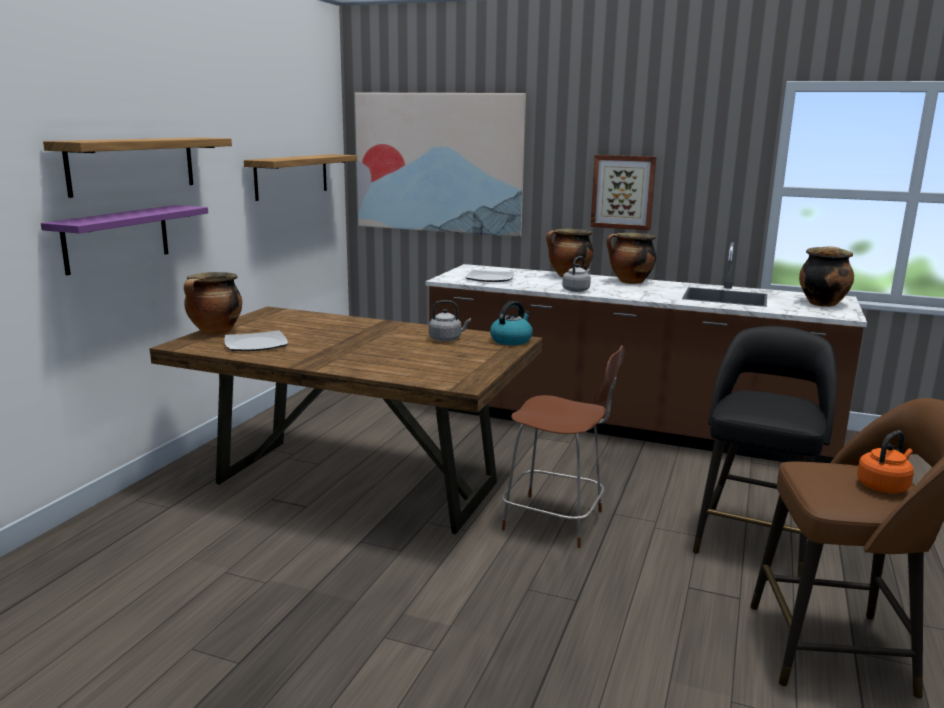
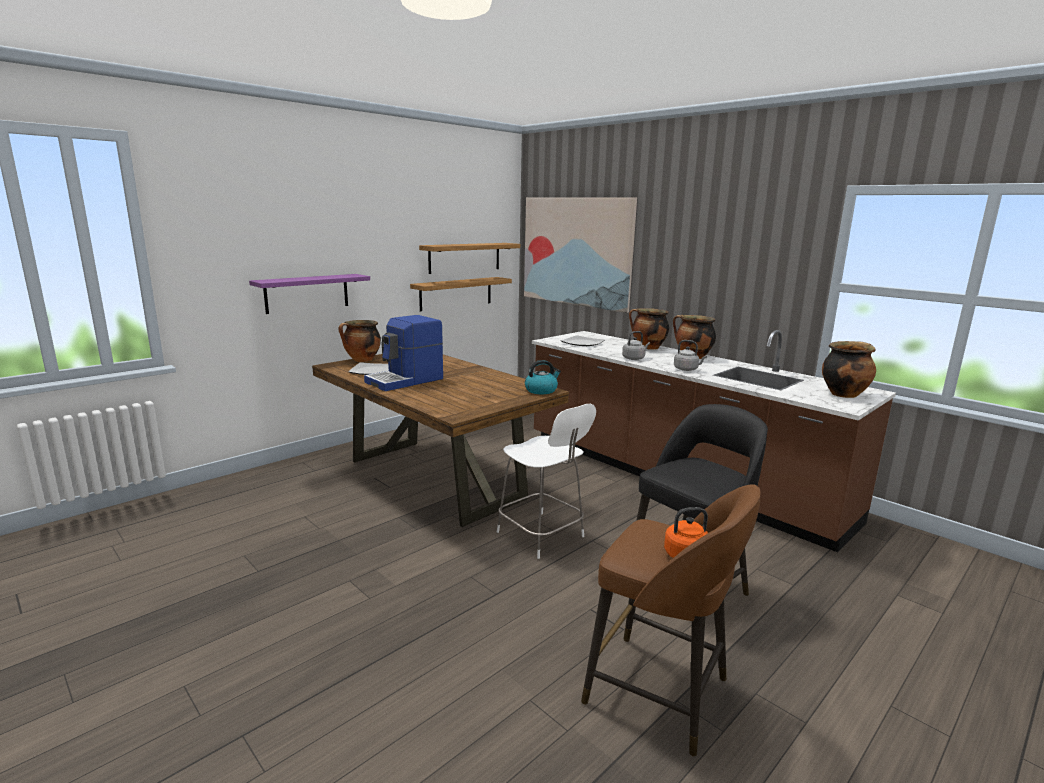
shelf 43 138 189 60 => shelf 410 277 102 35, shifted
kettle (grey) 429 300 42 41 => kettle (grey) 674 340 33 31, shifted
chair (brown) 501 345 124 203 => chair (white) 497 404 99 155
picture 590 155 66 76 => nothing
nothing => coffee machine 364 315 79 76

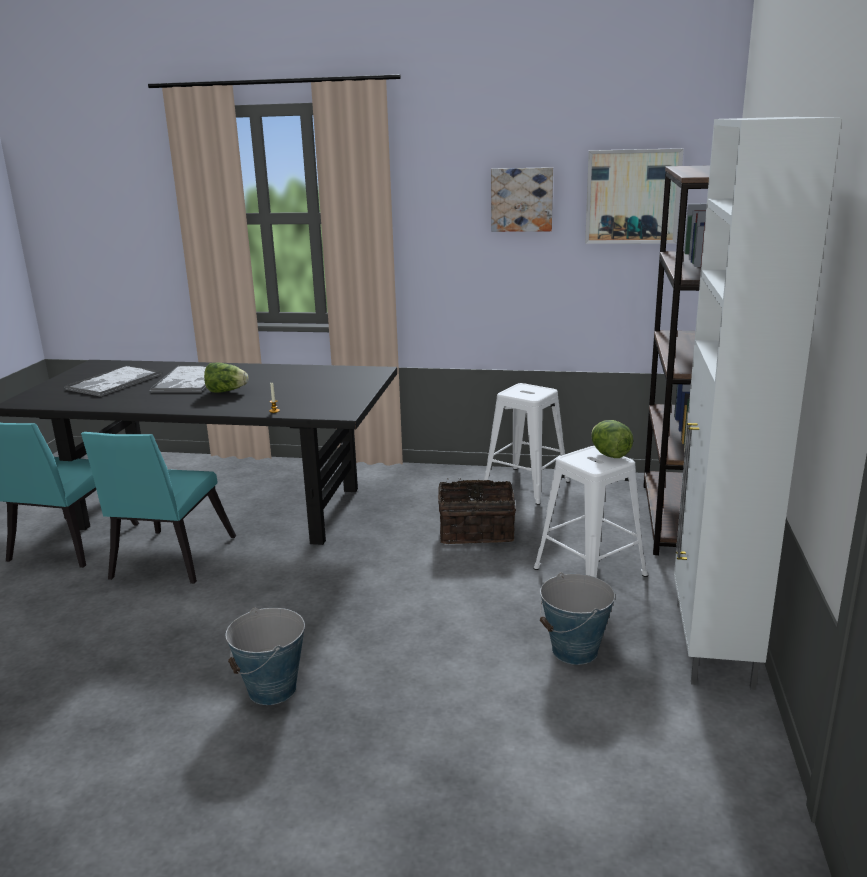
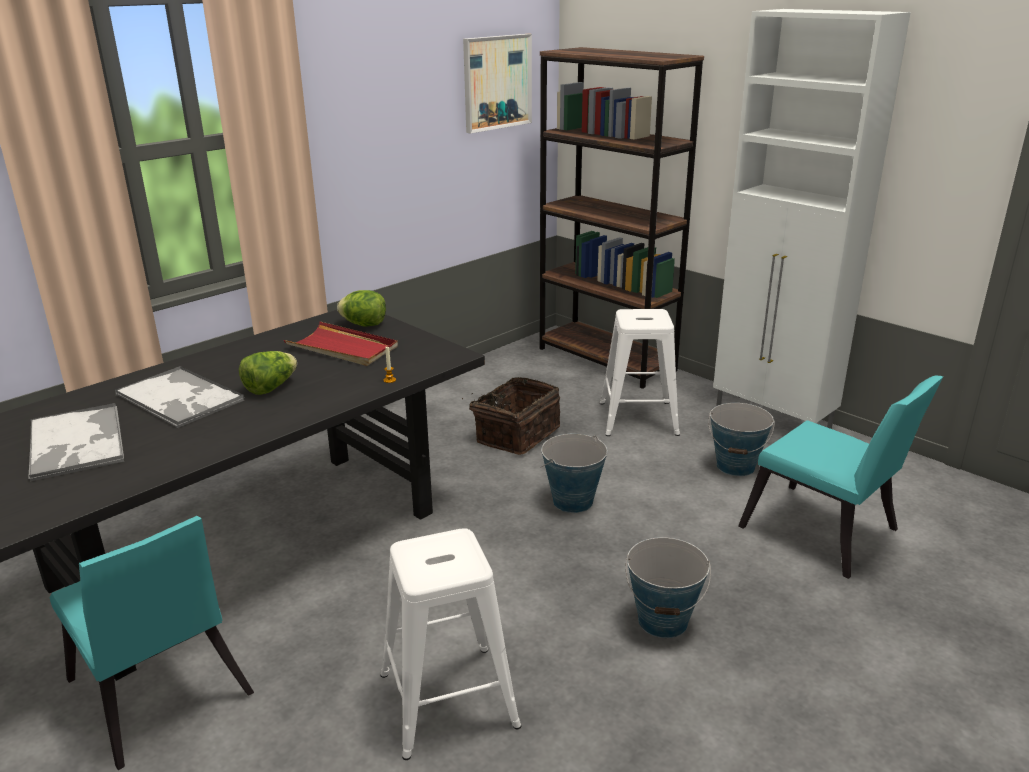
chair (turquoise) 81 432 155 152 => chair (turquoise) 738 375 205 204, shifted
stool (white) 481 383 89 122 => stool (white) 381 528 140 232, shifted
picture 491 167 62 65 => nothing
lettuce 592 420 41 38 => lettuce 337 290 49 36, shifted
nothing => tray (red) 284 322 114 44
nothing => bucket 540 434 67 79

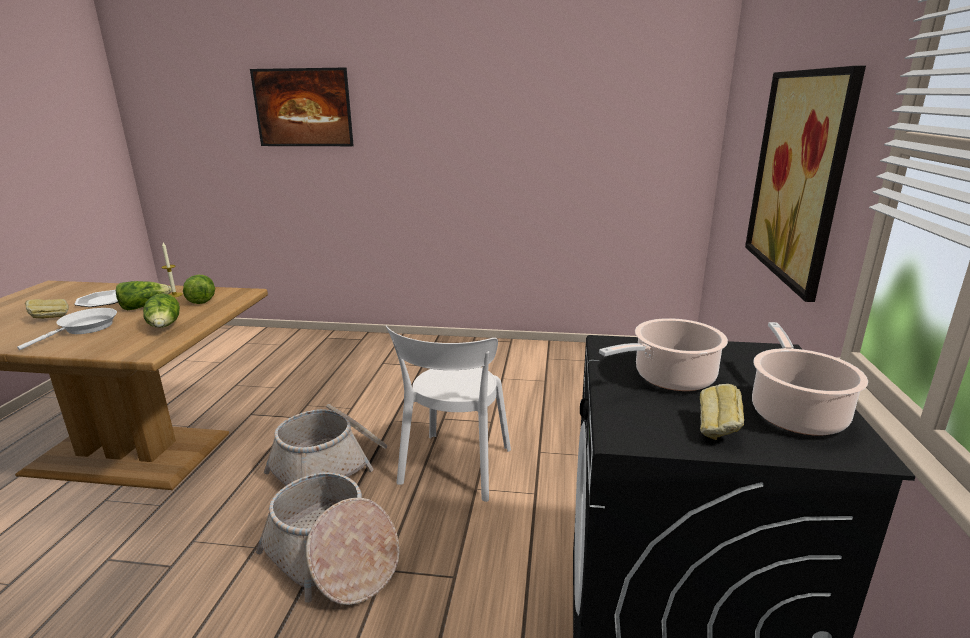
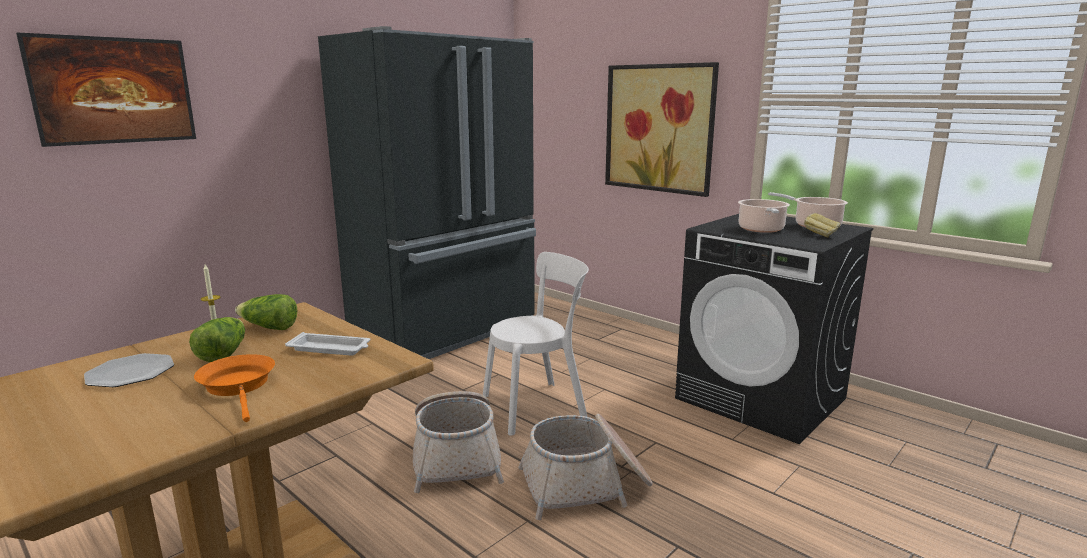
frying pan (white) 17 308 100 42 => frying pan (orange) 194 354 81 68
bread 25 299 44 20 => nothing
lettuce 143 294 37 34 => tray (white) 285 332 85 24
chair (white) 386 325 125 177 => chair (white) 483 252 106 184, 75 degrees counterclockwise
nothing => fridge (black) 318 26 218 333

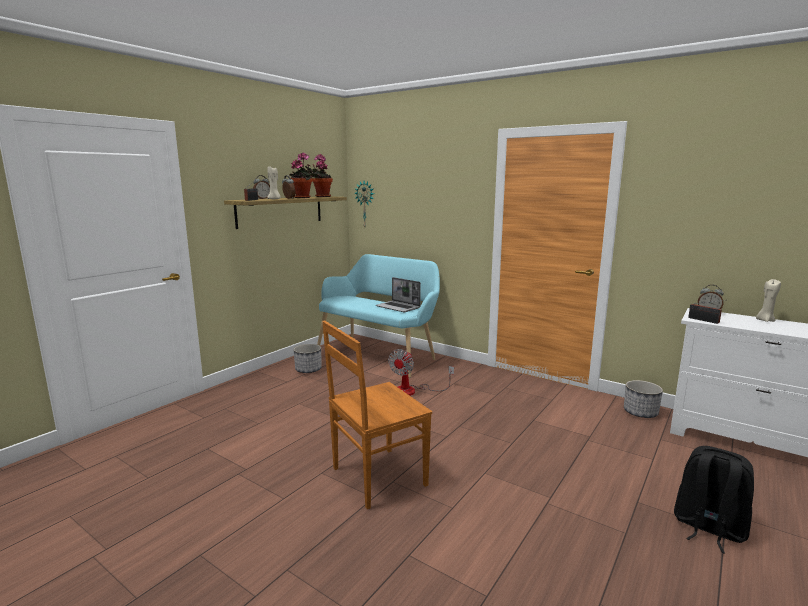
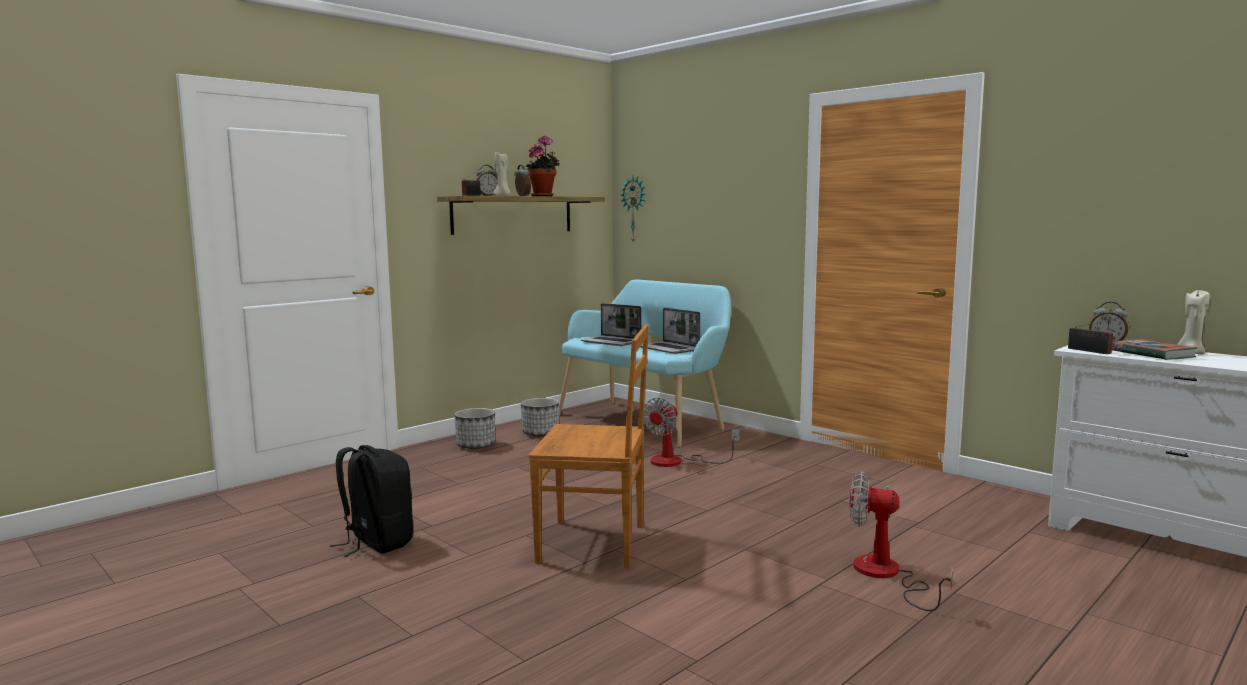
potted plant 311 154 22 43 => nothing
chair (brown) 322 320 110 189 => chair (brown) 528 324 121 245, 150 degrees counterclockwise
planter 624 380 39 38 => planter 454 408 41 41, shifted
backpack (black) 674 446 80 108 => backpack (black) 330 445 83 112, shifted
nothing => laptop 581 303 60 43
nothing => fan 850 472 103 139
nothing => book 1112 339 86 21

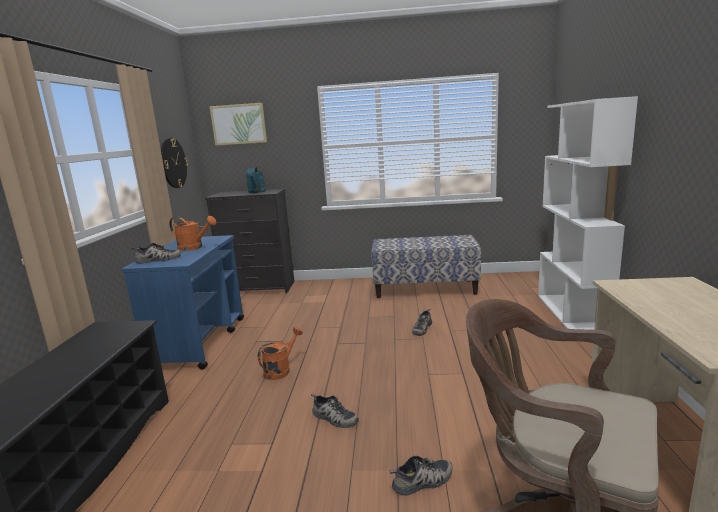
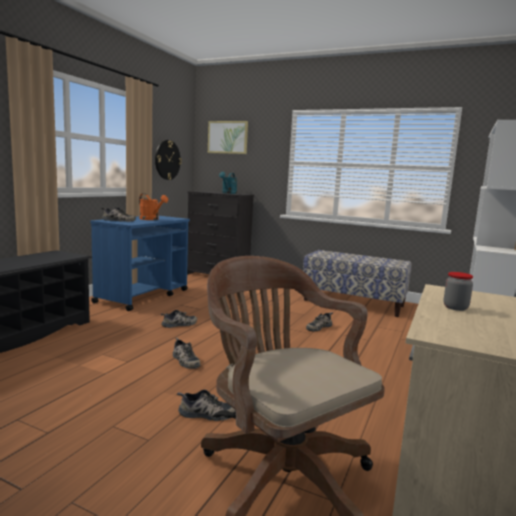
watering can (orange) 258 327 45 53 => shoe 161 310 36 18
nothing => jar 444 272 29 39

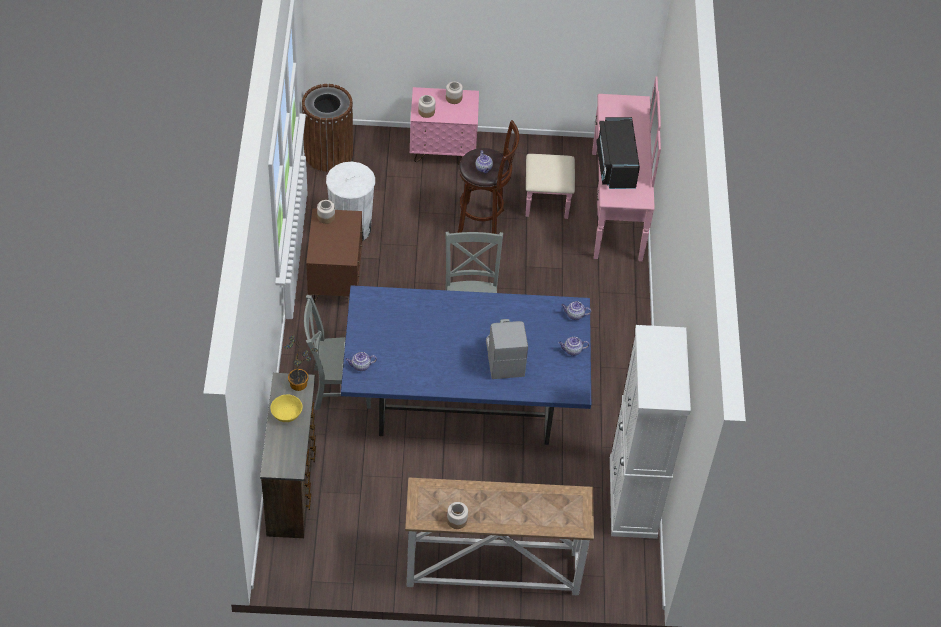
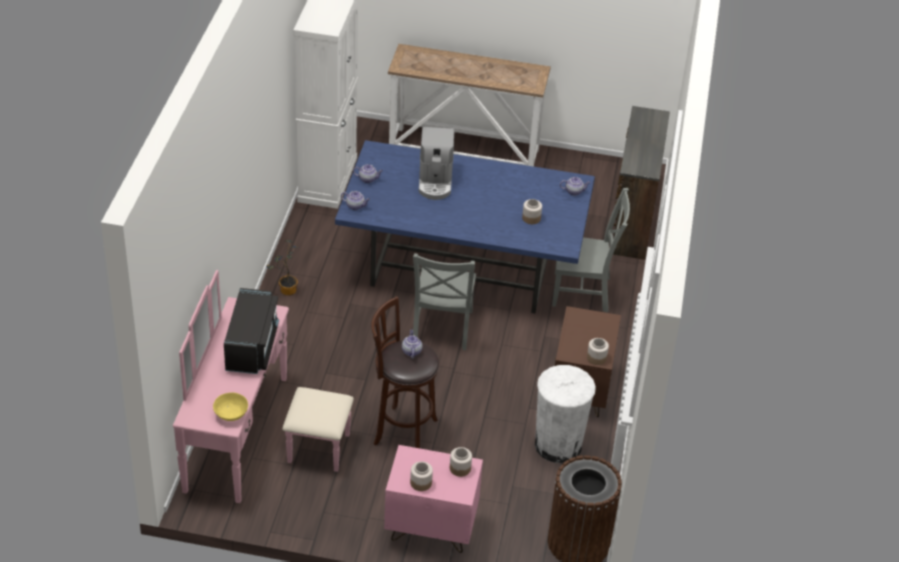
bowl (yellow) 270 395 33 27 => bowl (yellow) 213 392 35 29, shifted
potted plant 284 335 34 56 => potted plant 266 240 32 55, shifted
jar 447 502 21 27 => jar 522 199 20 25, shifted

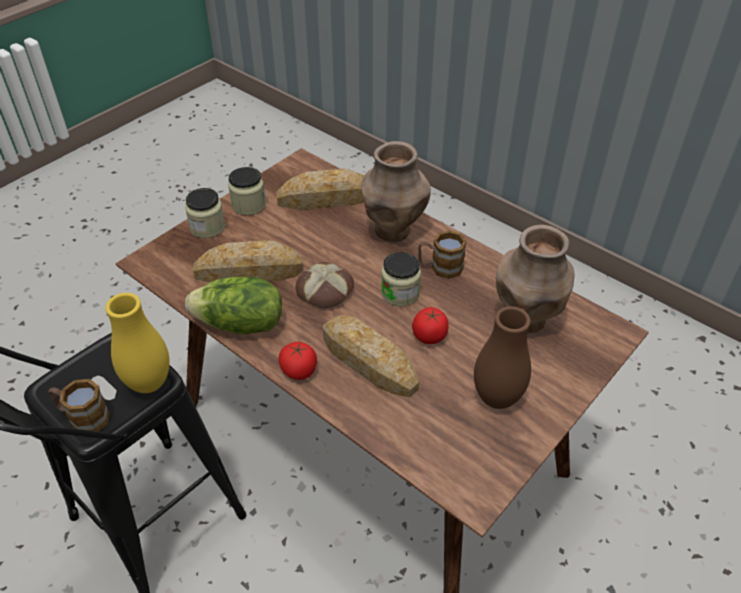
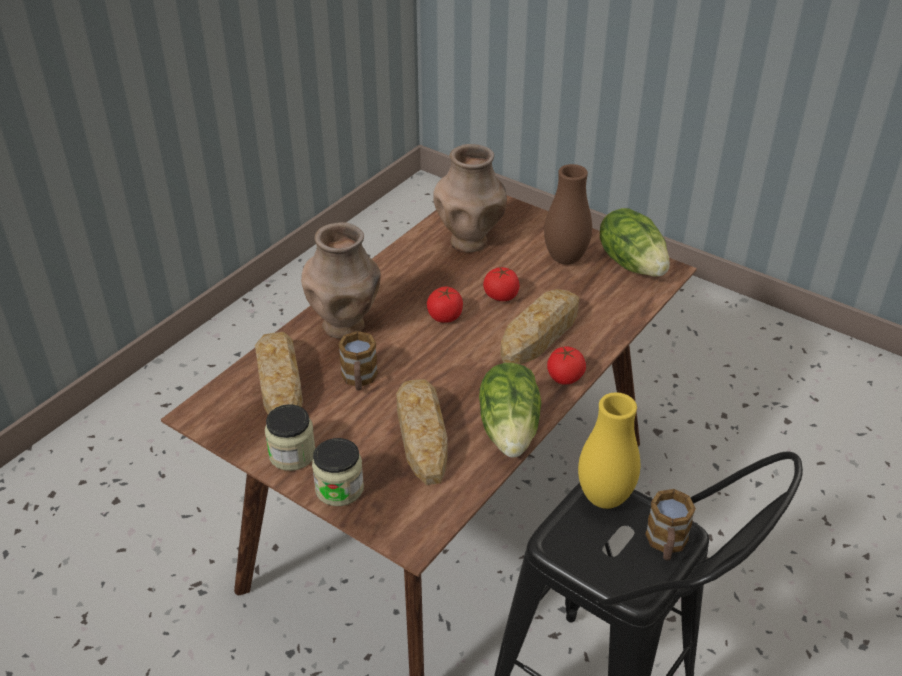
bread 295 262 59 47 => nothing
jar 381 252 40 55 => tomato 427 287 36 36
mug 418 230 49 49 => mug 338 331 40 59, shifted
nothing => lettuce 600 208 70 69

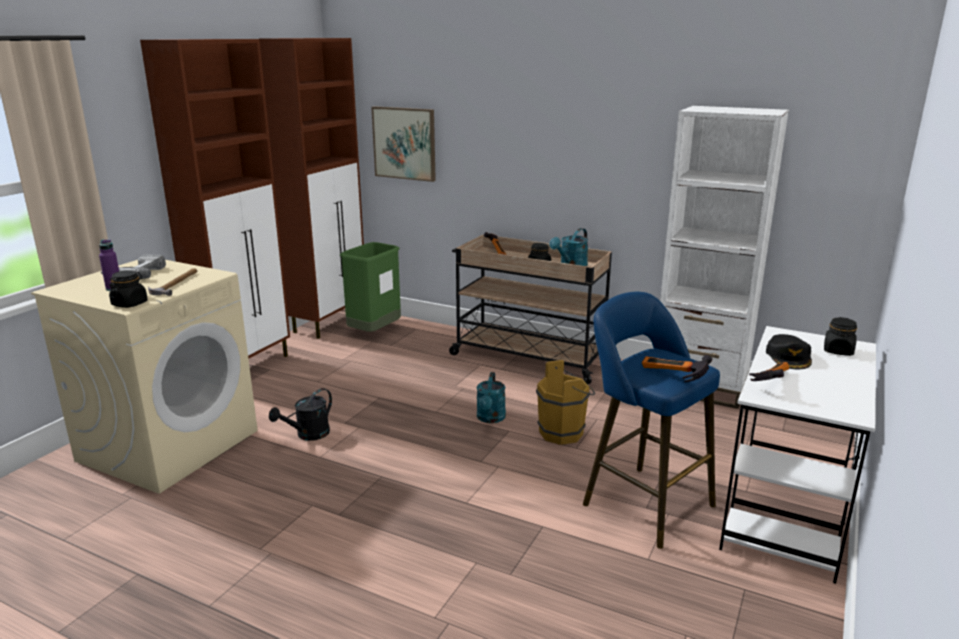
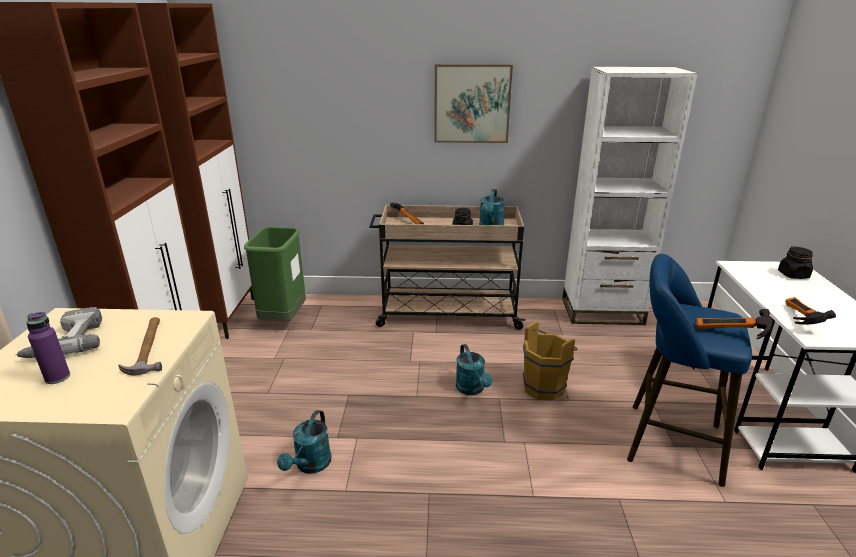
jar (black) 109 270 39 38 => nothing
watering can (black) 269 388 63 53 => watering can (turquoise) 277 410 55 64
picture 371 106 65 76 => picture 434 64 79 79, shifted
cap (black) 766 334 46 35 => nothing

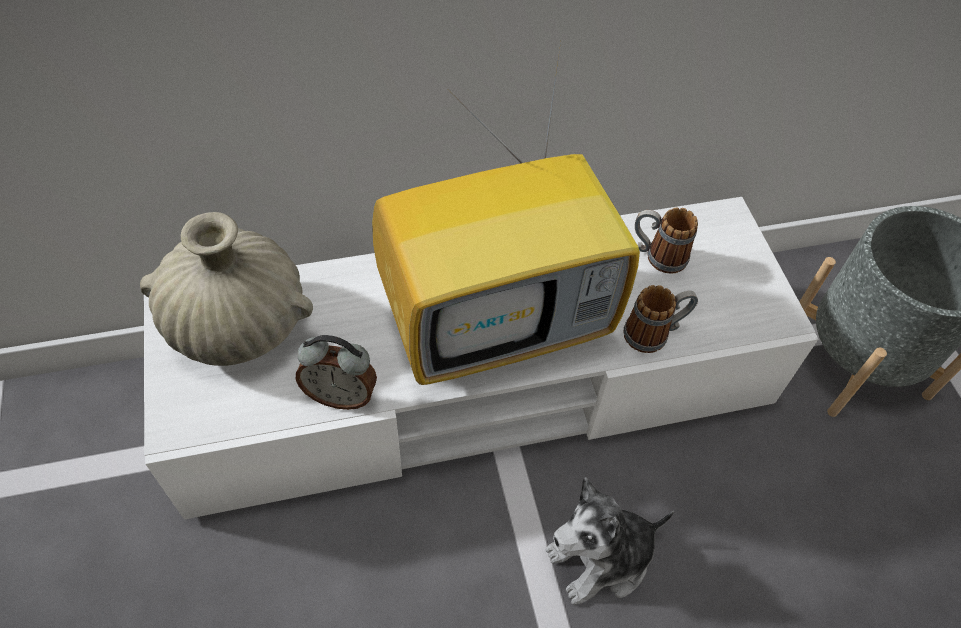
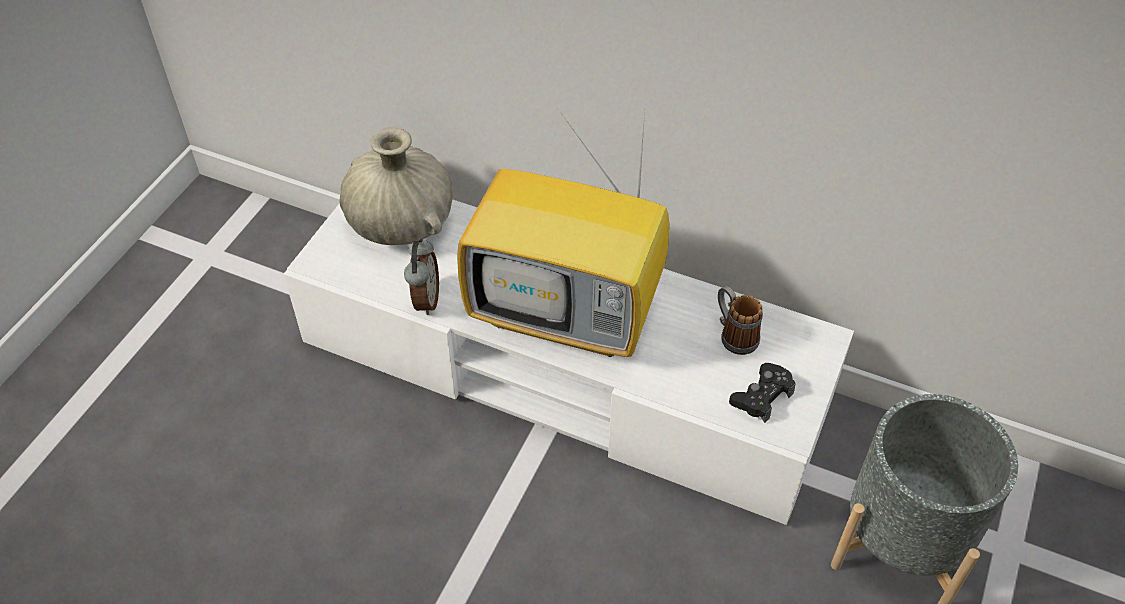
alarm clock 296 335 81 75 => alarm clock 404 238 35 77, 135 degrees counterclockwise
plush toy 546 477 128 128 => nothing
mug 623 285 75 68 => nothing
nothing => game controller (black) 729 363 66 60

